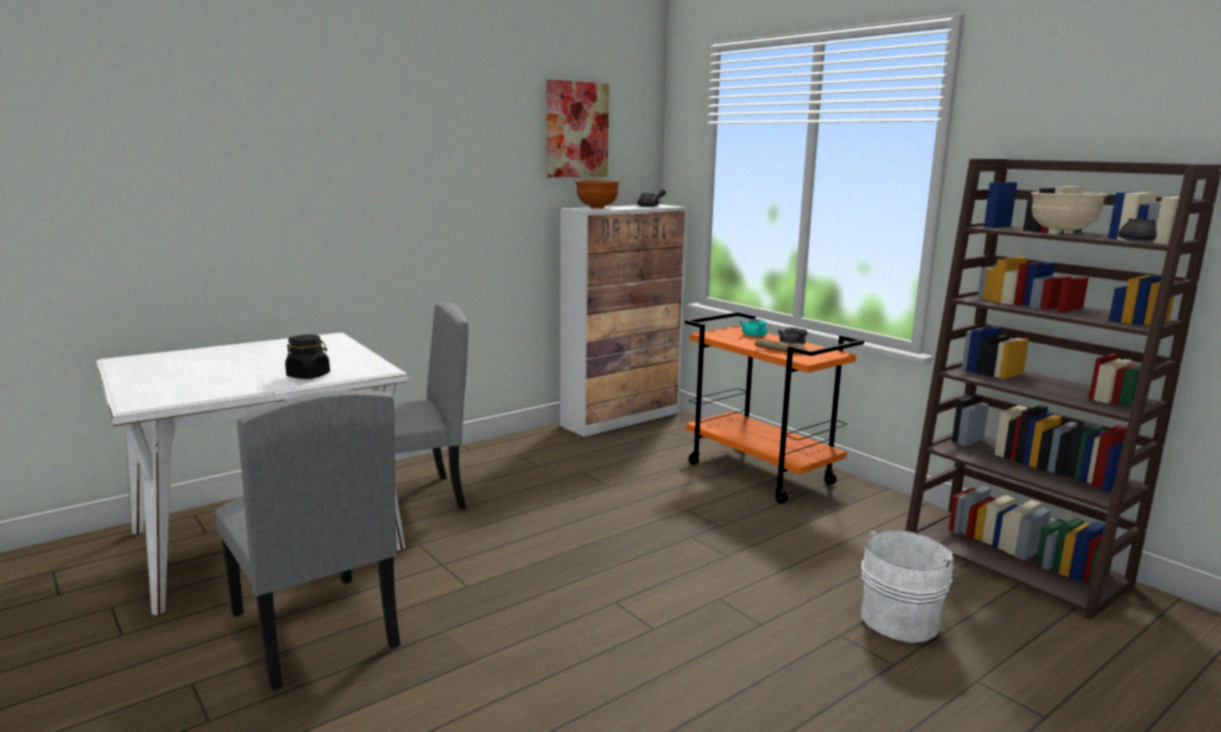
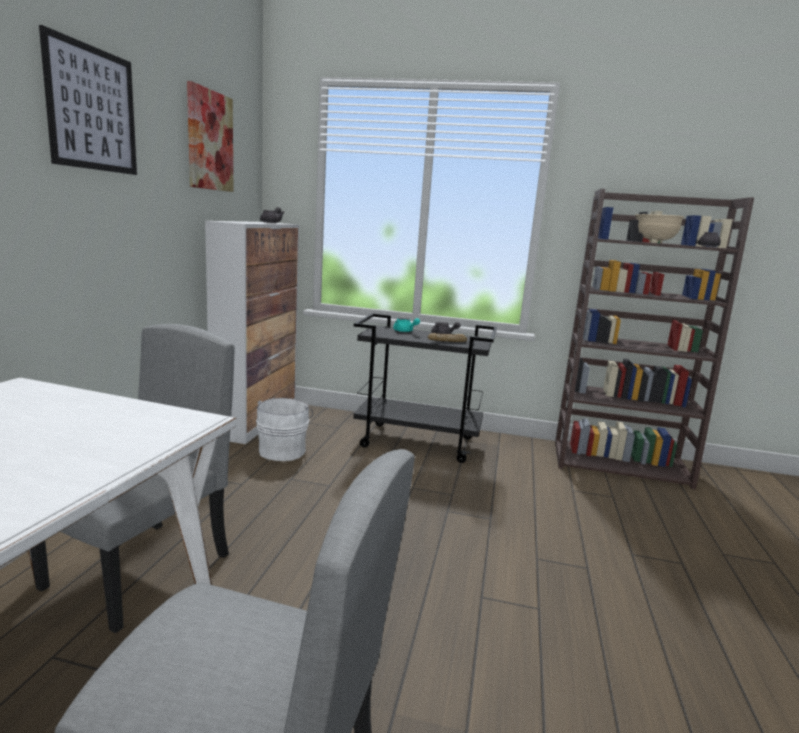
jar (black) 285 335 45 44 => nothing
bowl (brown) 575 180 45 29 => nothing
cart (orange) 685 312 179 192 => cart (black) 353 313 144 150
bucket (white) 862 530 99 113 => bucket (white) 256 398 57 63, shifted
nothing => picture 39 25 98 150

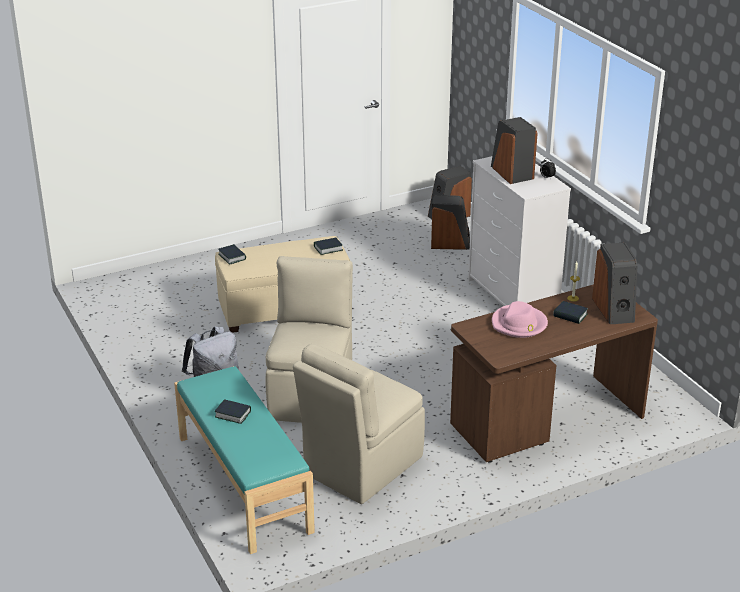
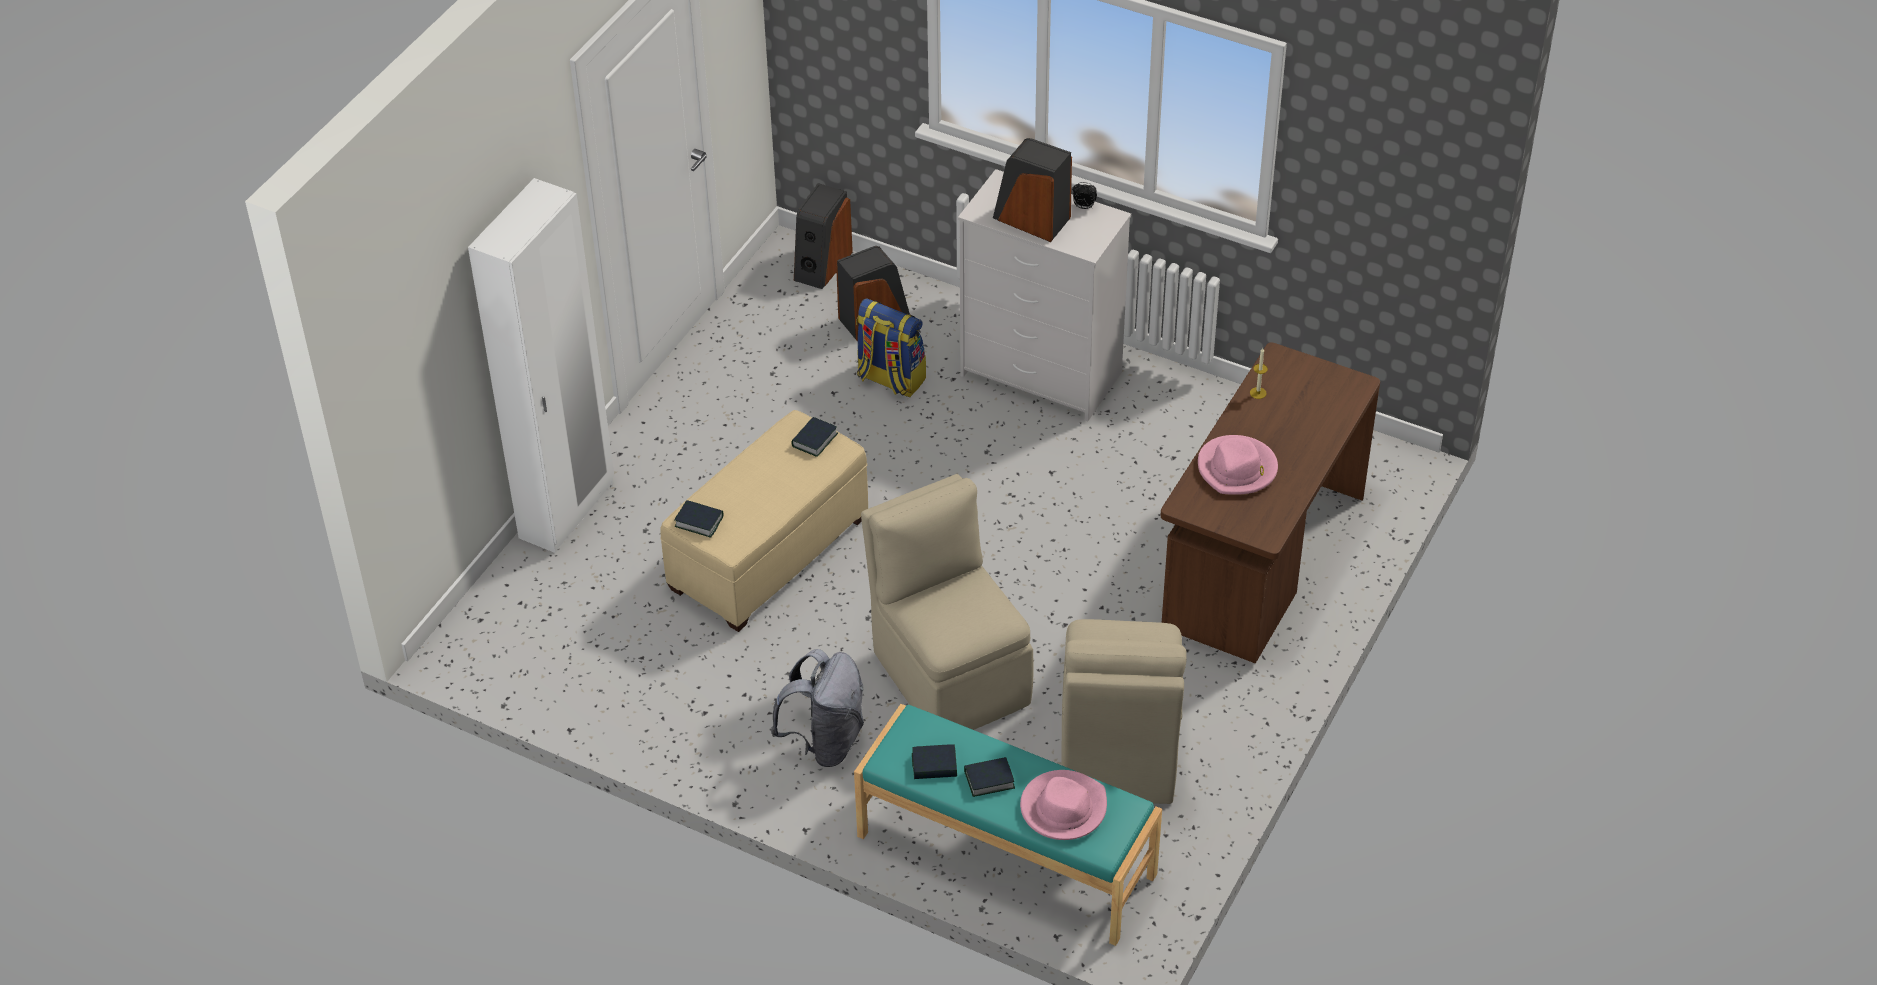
book 553 301 35 23 => book 912 744 45 35, shifted
speaker 592 242 46 83 => nothing
nothing => wardrobe (white) 468 178 146 375
nothing => backpack 856 298 70 99
nothing => hat (pink) 1020 770 87 70

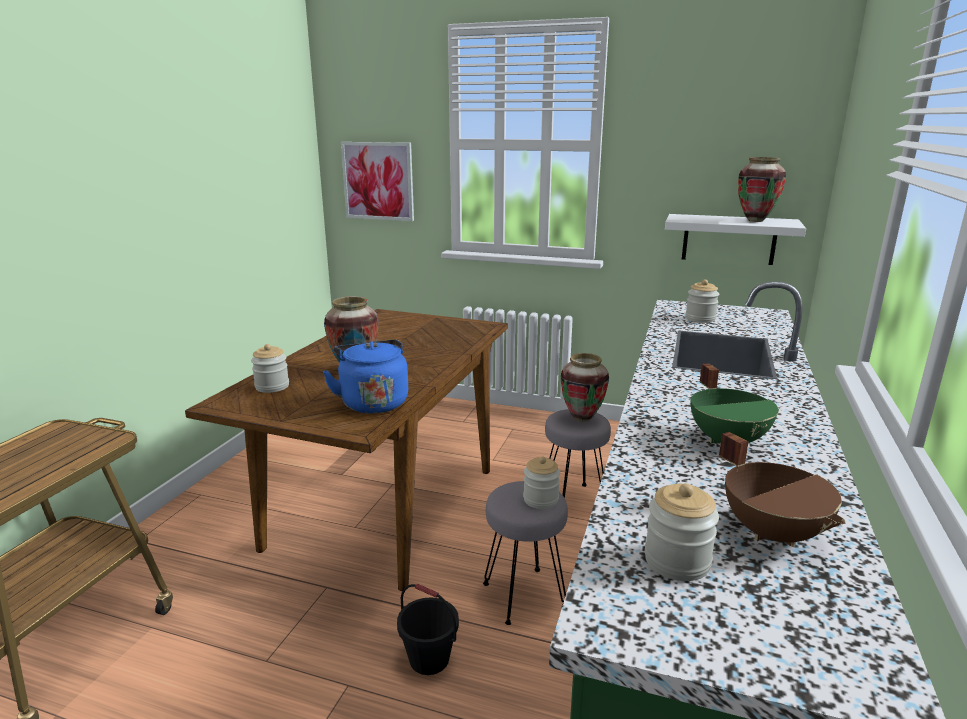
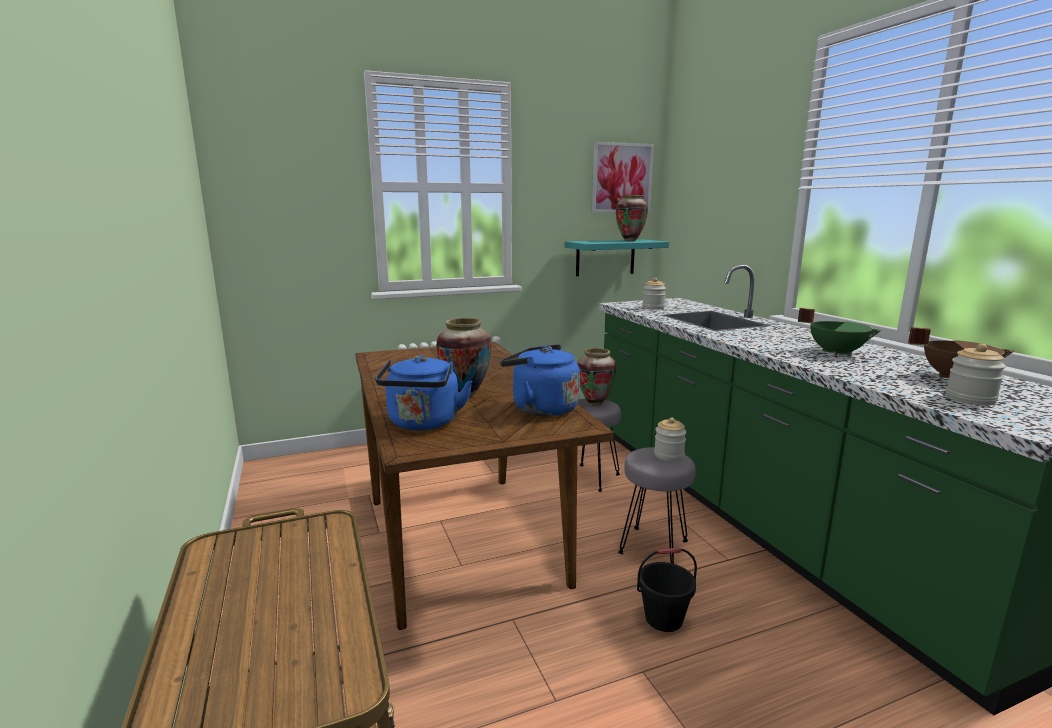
jar 251 344 38 49 => kettle (blue) 375 355 98 75
picture 341 142 73 79 => picture 591 142 63 71, shifted
shelf (white) 665 214 141 51 => shelf (turquoise) 565 239 104 37

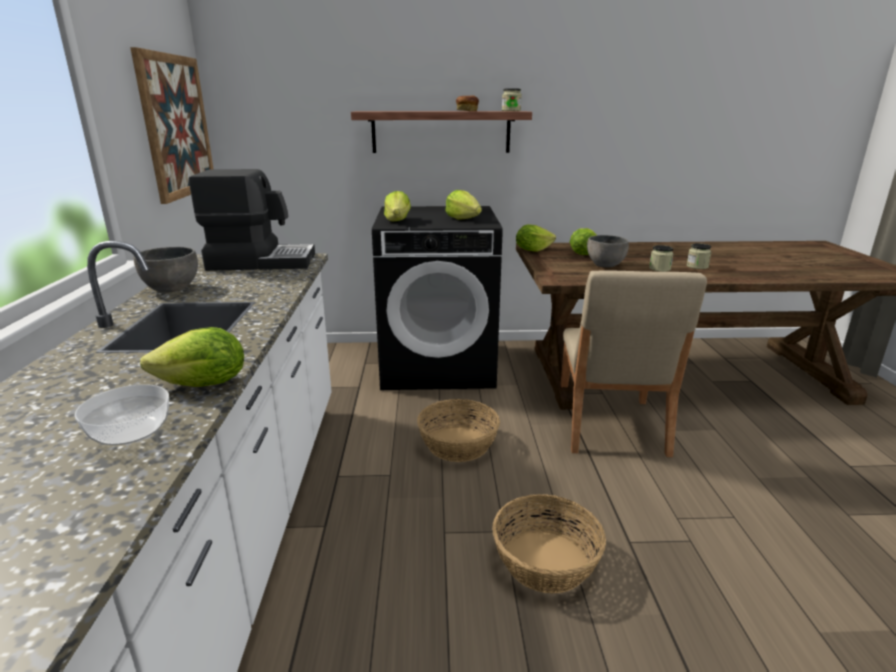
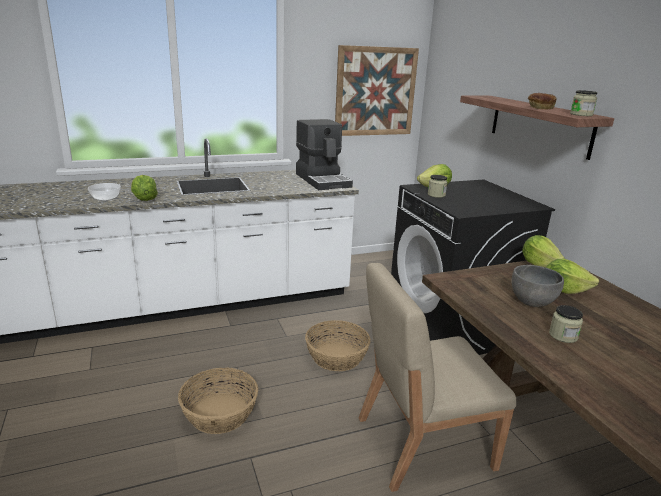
bowl (grey) 134 247 64 46 => nothing
lettuce 445 190 37 30 => nothing
jar 687 243 24 26 => jar 428 175 20 23, shifted

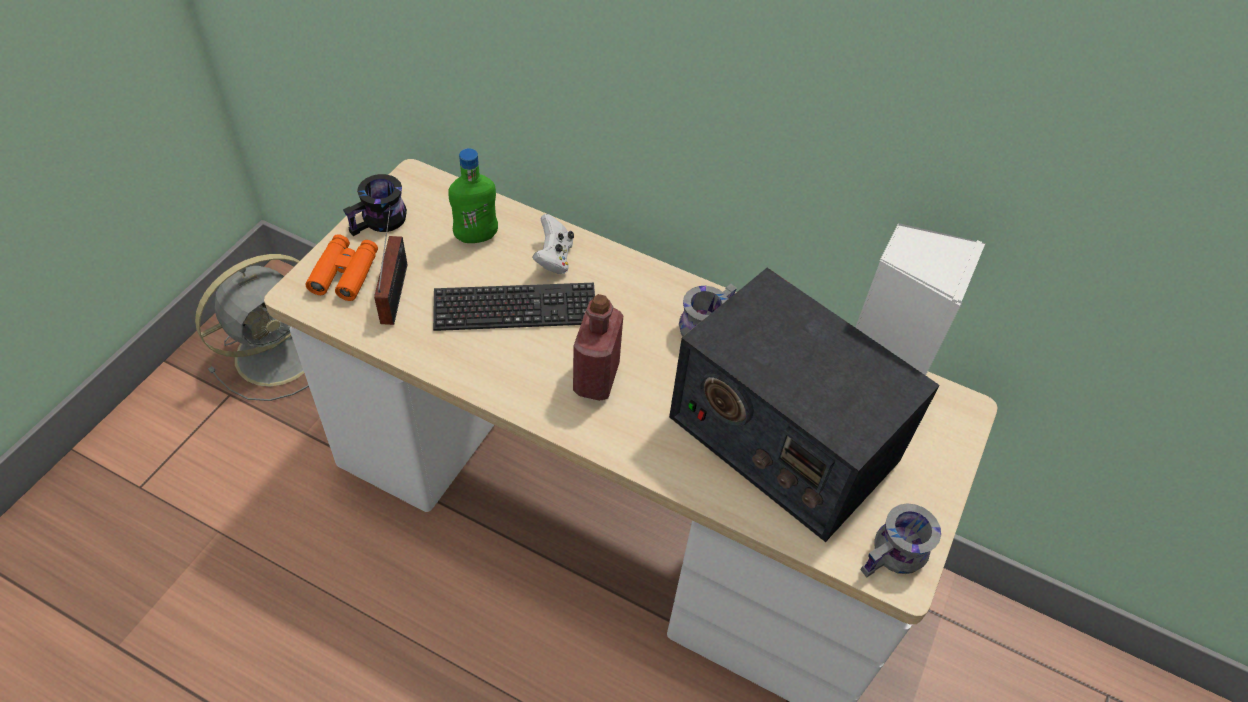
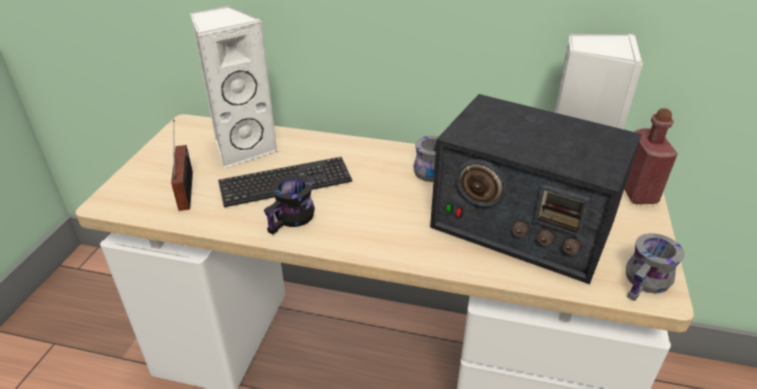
fan (grey) 195 254 114 147 => nothing
binoculars (orange) 306 234 72 67 => nothing
mug (black) 343 174 64 62 => mug (black) 264 175 51 60, shifted
bottle (green) 448 148 50 95 => speaker (white) 190 5 88 163
game controller (white) 532 214 42 60 => nothing
bottle (red) 573 294 50 107 => bottle (red) 624 109 54 95, shifted

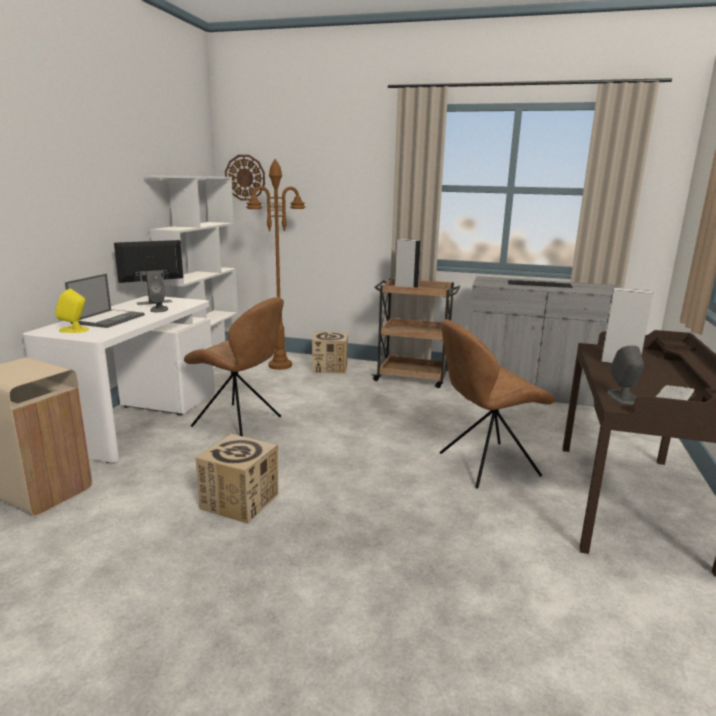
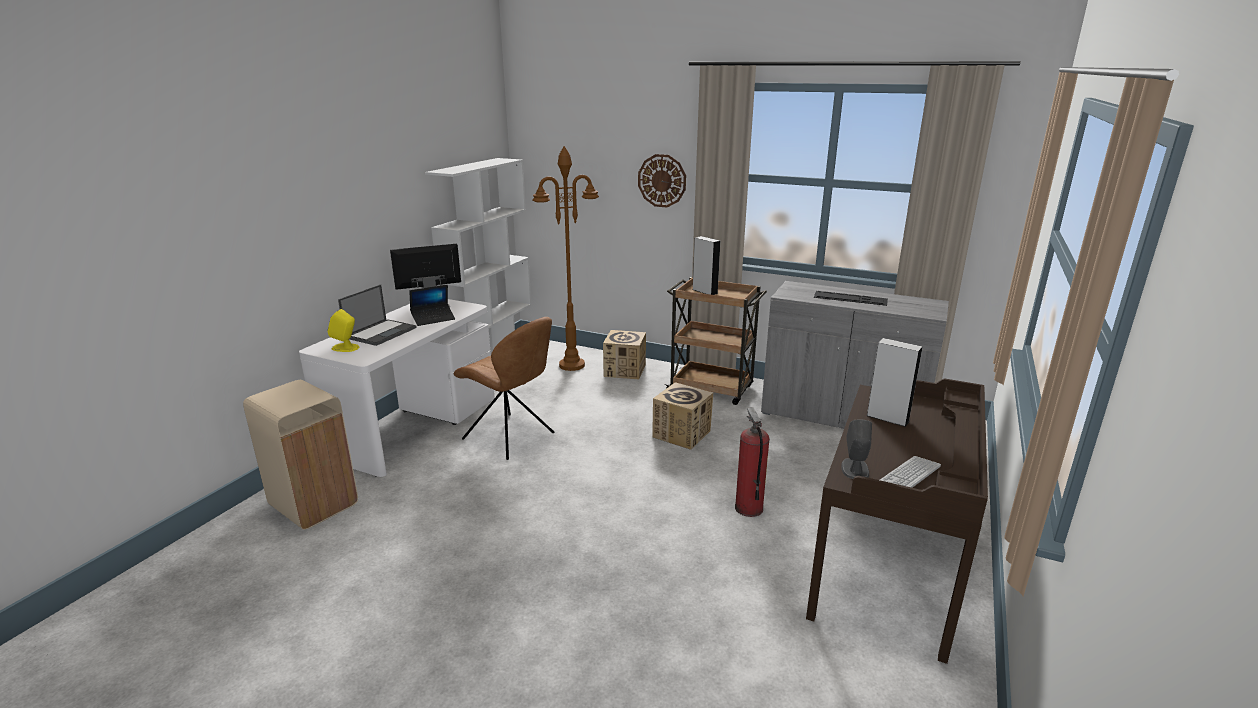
speaker (grey) 149 274 19 38 => laptop 409 285 46 41
cardboard box 195 434 83 89 => cardboard box 652 382 61 68, shifted
wall clock 225 155 40 46 => wall clock 638 154 48 54, shifted
chair (brown) 440 319 115 170 => fire extinguisher 735 407 35 110

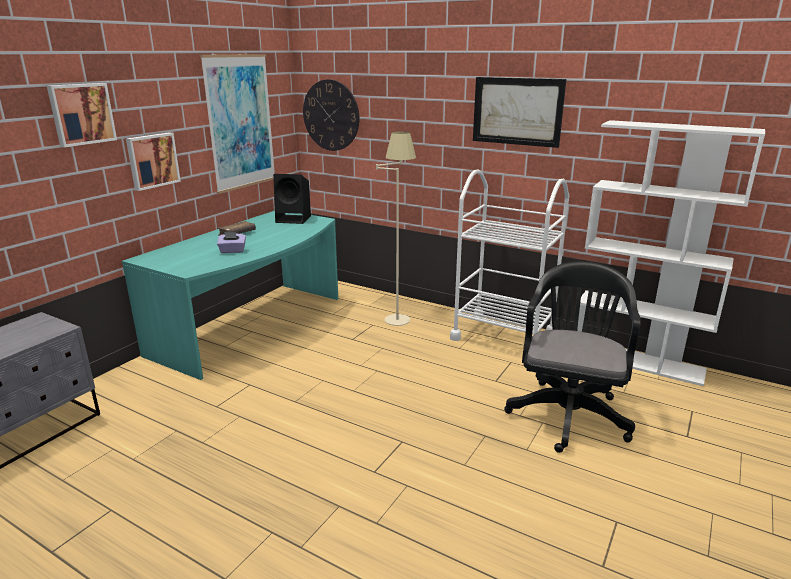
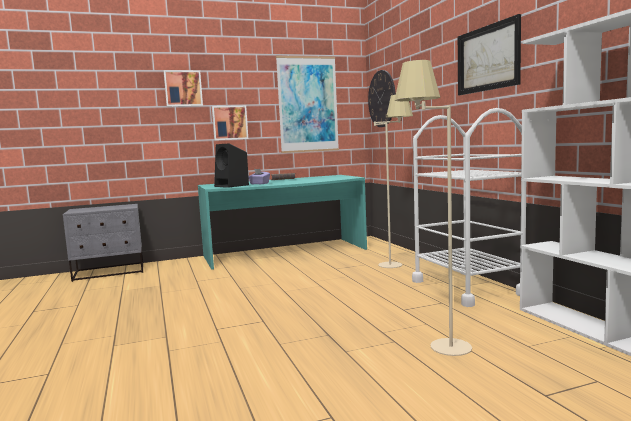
speaker (black) 273 174 38 50 => speaker (black) 214 143 35 45, shifted
office chair (black) 504 262 137 191 => floor lamp (beige) 394 60 78 296

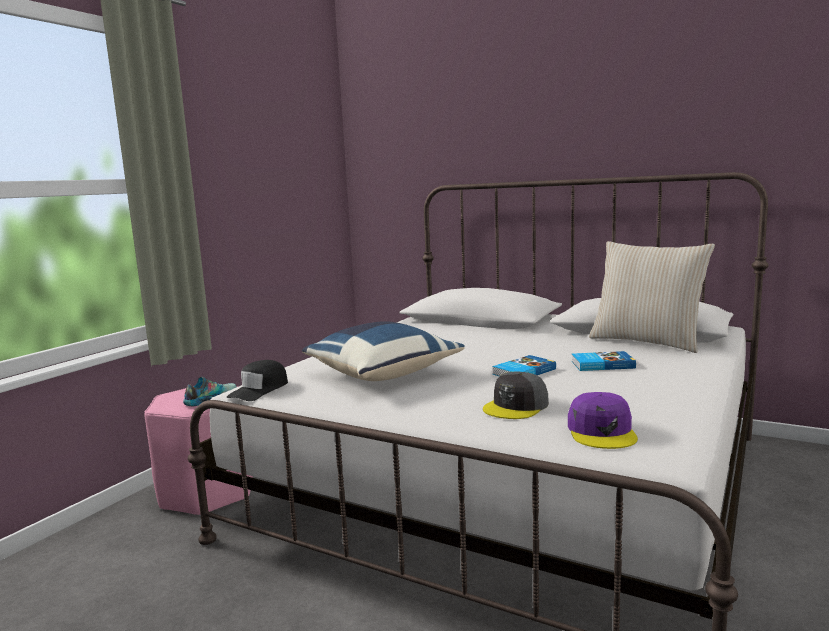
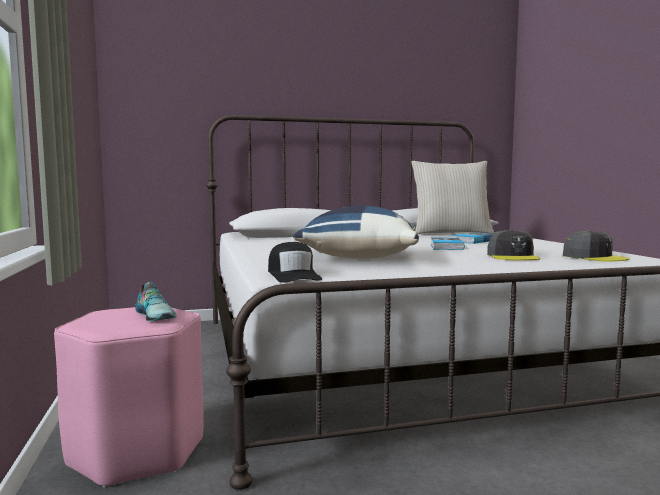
shoe 183 377 54 29 => shoe 135 282 42 39, 150 degrees clockwise
cap (purple) 568 392 70 57 => cap (grey) 563 230 67 31

